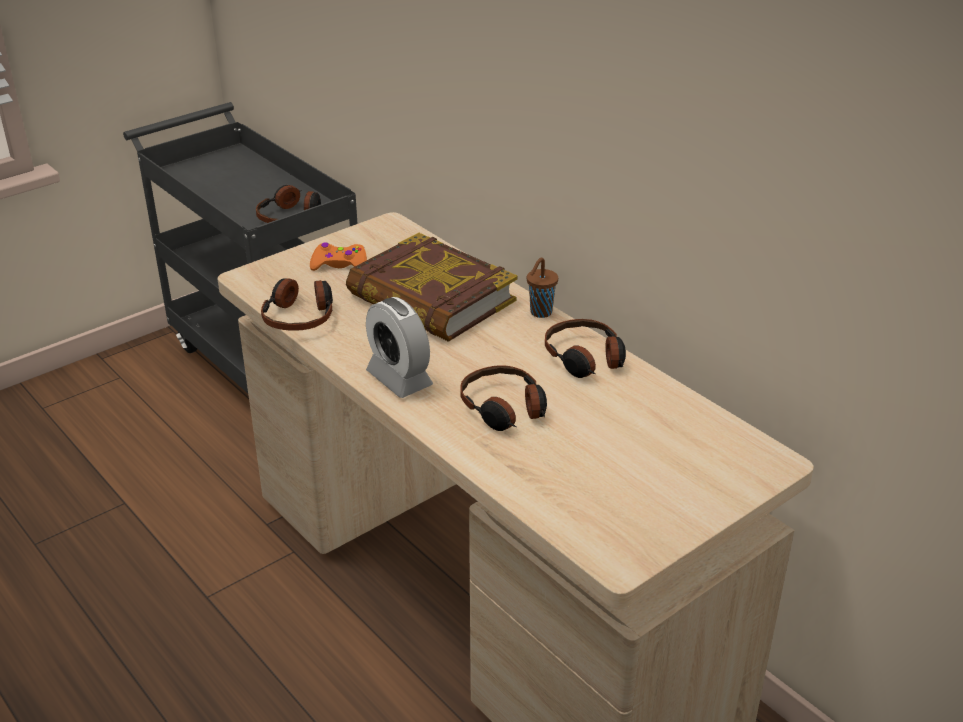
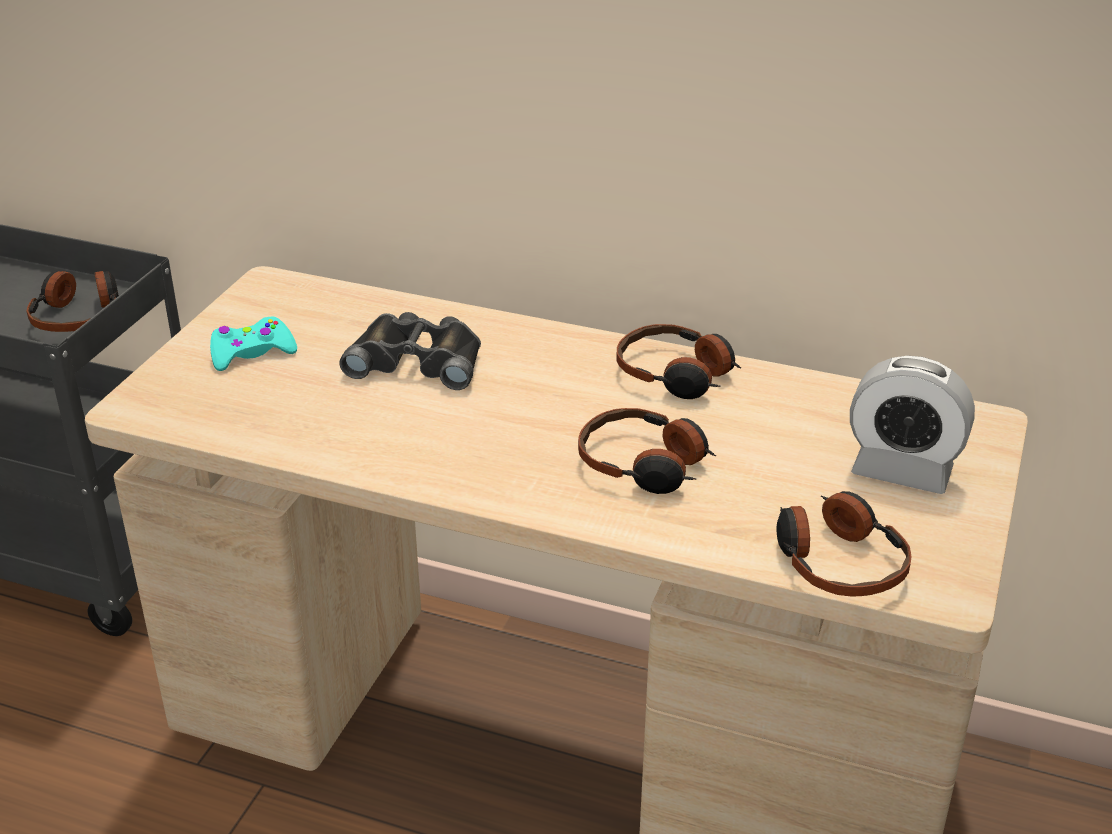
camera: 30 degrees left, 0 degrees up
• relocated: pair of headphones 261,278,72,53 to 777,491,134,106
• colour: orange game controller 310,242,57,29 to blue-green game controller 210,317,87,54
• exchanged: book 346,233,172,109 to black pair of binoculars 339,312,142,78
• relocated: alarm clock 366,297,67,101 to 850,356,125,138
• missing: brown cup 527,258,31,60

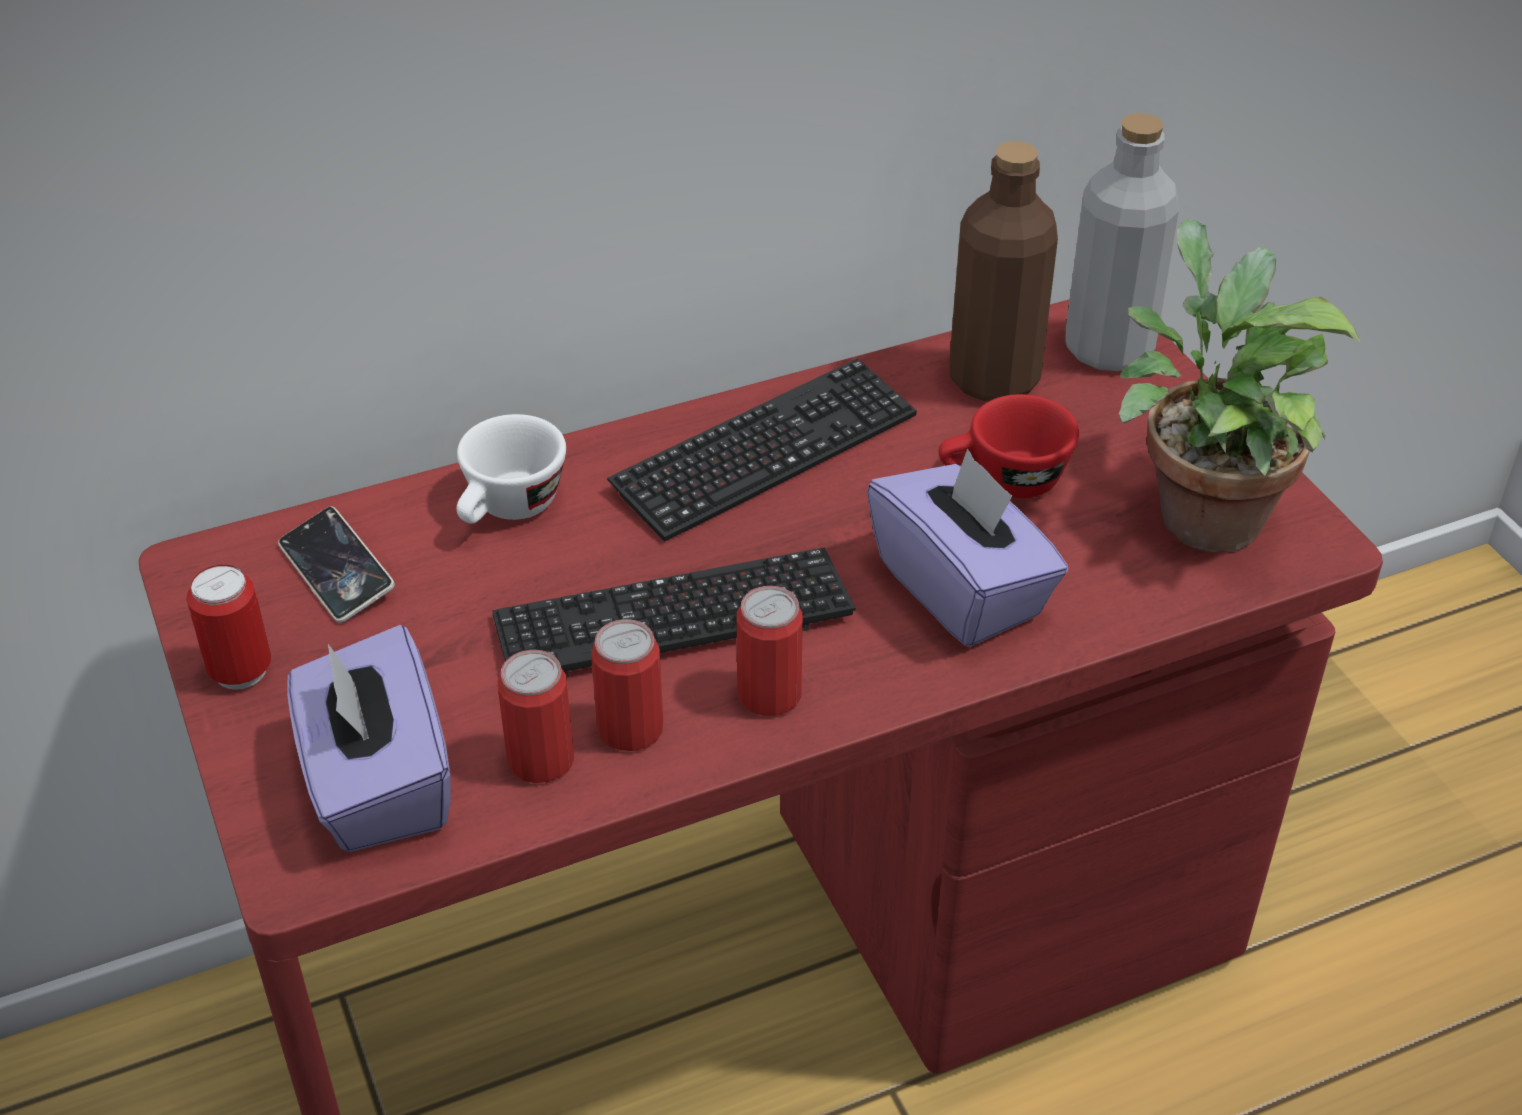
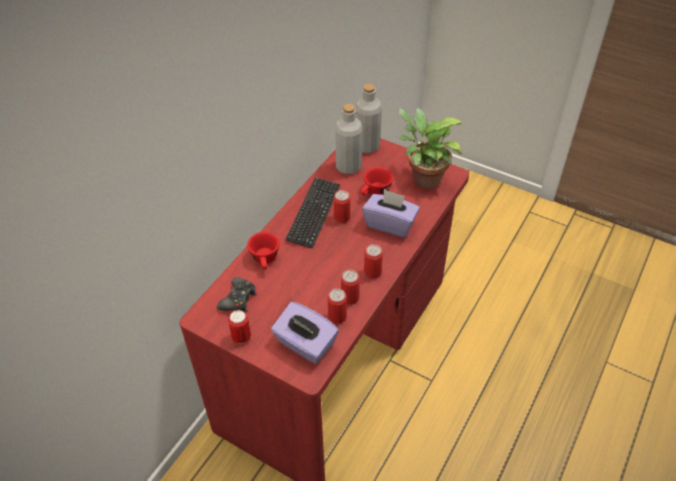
camera: 35 degrees left, 5 degrees up
• exchanged: telephone 278,506,117,117 to black game controller 217,277,40,35
• colour: white cup 457,414,109,110 to reddish cup 247,232,33,37
• missing: computer keyboard 492,548,364,130
• colour: brown beverage bottle 949,141,109,261 to greyish beverage bottle 335,104,28,70
• appeared: metal can 334,190,16,33

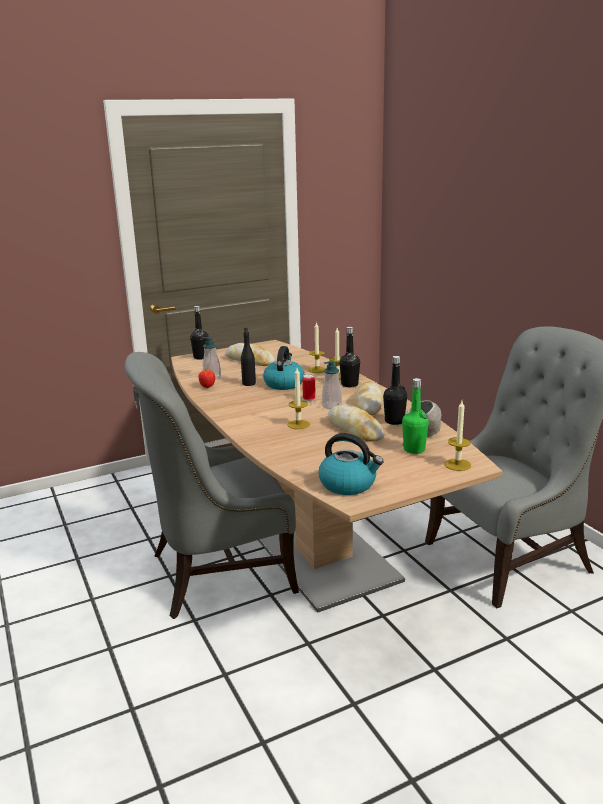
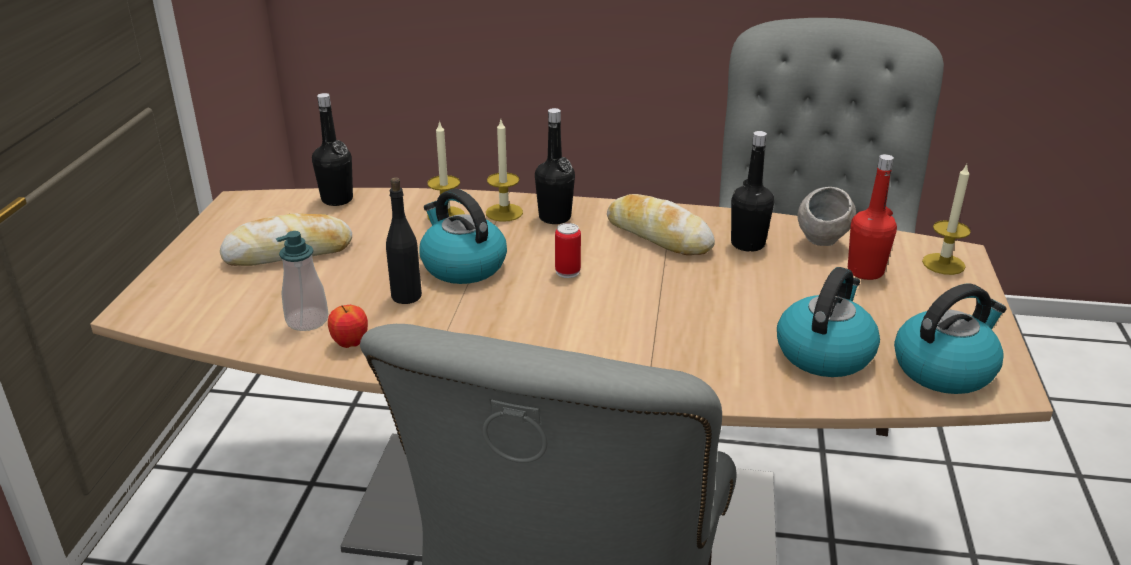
camera: 55 degrees left, 10 degrees up
• relocated: black beverage bottle 190,306,19,54 to 312,93,41,113
• missing: candle 287,368,23,61
• missing: soap bottle 322,361,20,48
• missing: bread 328,404,56,38
• colour: greenish beverage bottle 402,378,27,76 to reddish beverage bottle 848,154,49,126
• appeared: kettle 777,267,103,110

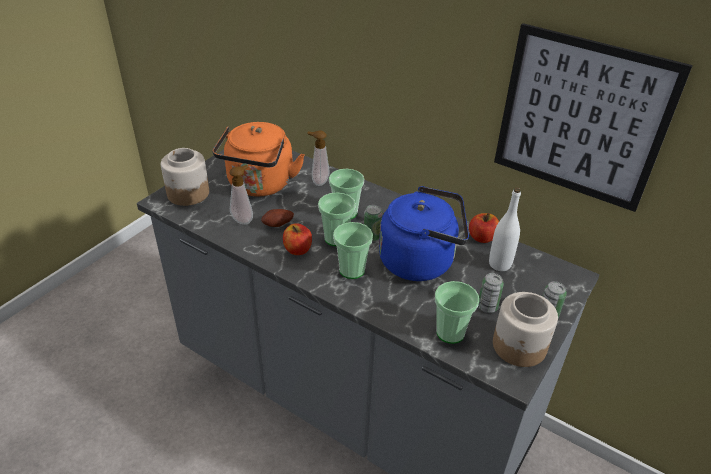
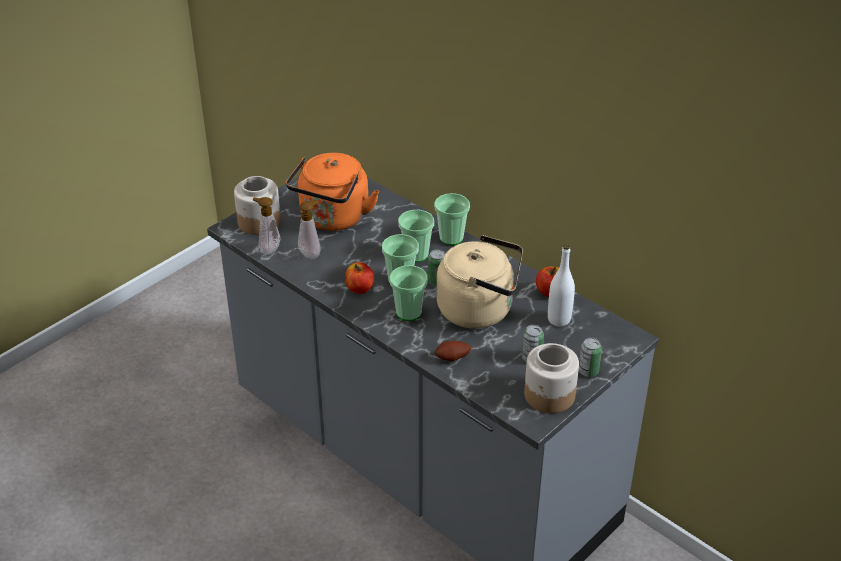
camera: 10 degrees right, 0 degrees up
• relocated: potato 261,209,33,18 to 435,341,36,20
• relocated: soap bottle 307,130,22,56 to 253,197,27,58
• colour: blue-coloured kettle 379,186,90,95 to beige-coloured kettle 436,235,87,94
• relocated: cup 435,281,44,63 to 434,193,36,52
• missing: wall picture 494,23,199,189

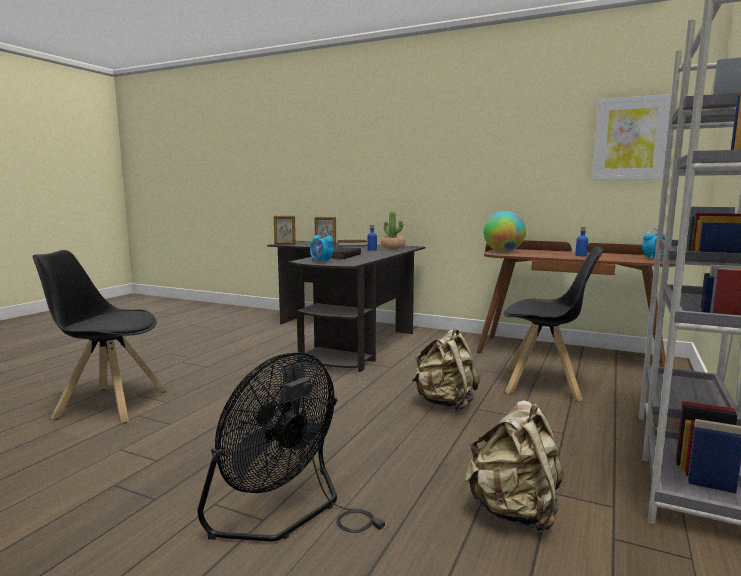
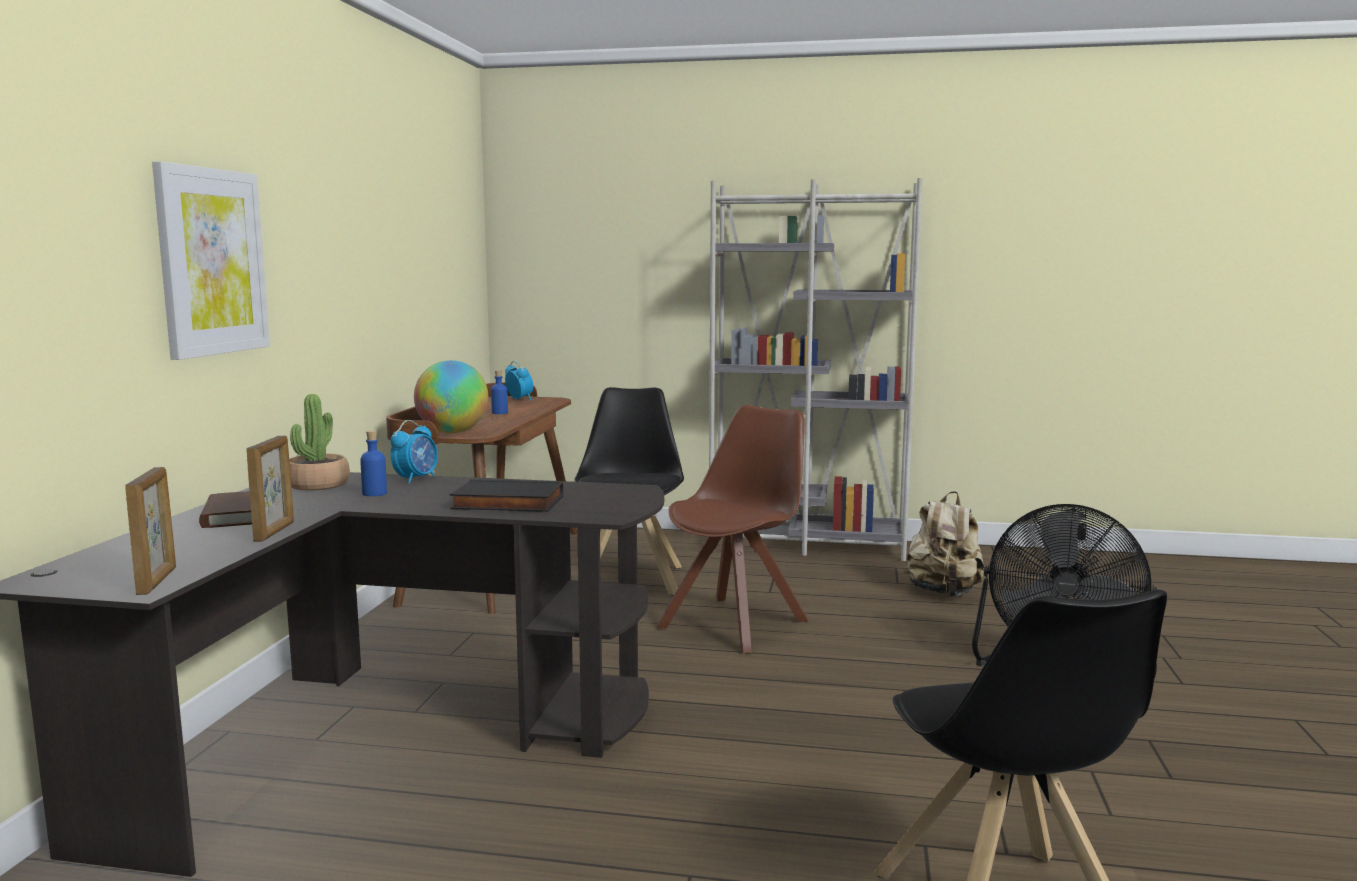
camera: 105 degrees left, 0 degrees up
• relocated: alarm clock 310,231,24,32 to 390,420,48,64
• exchanged: beige-coloured rucksack 412,328,68,83 to brown plain chair 656,405,152,249
• relocated: wall picture 592,94,79,86 to 152,161,118,199

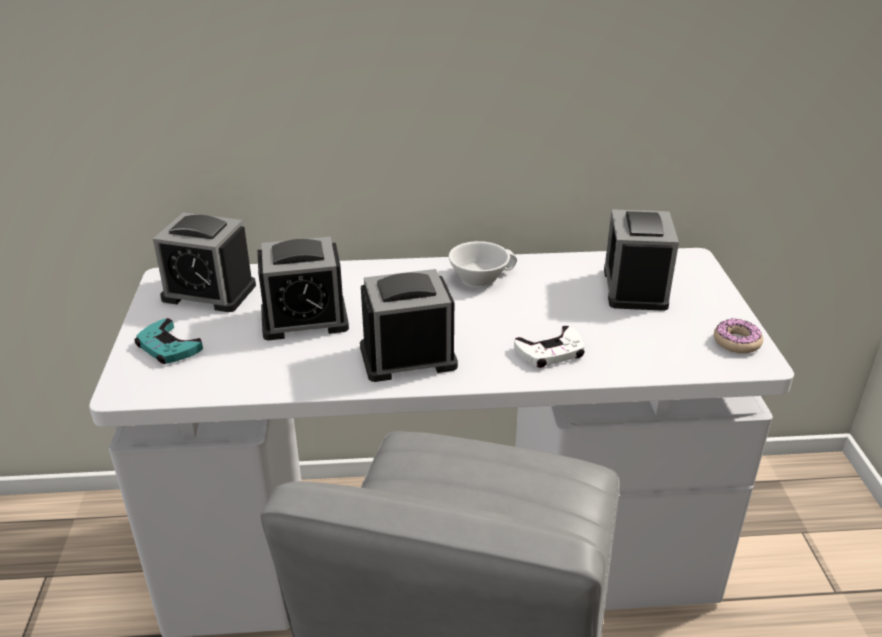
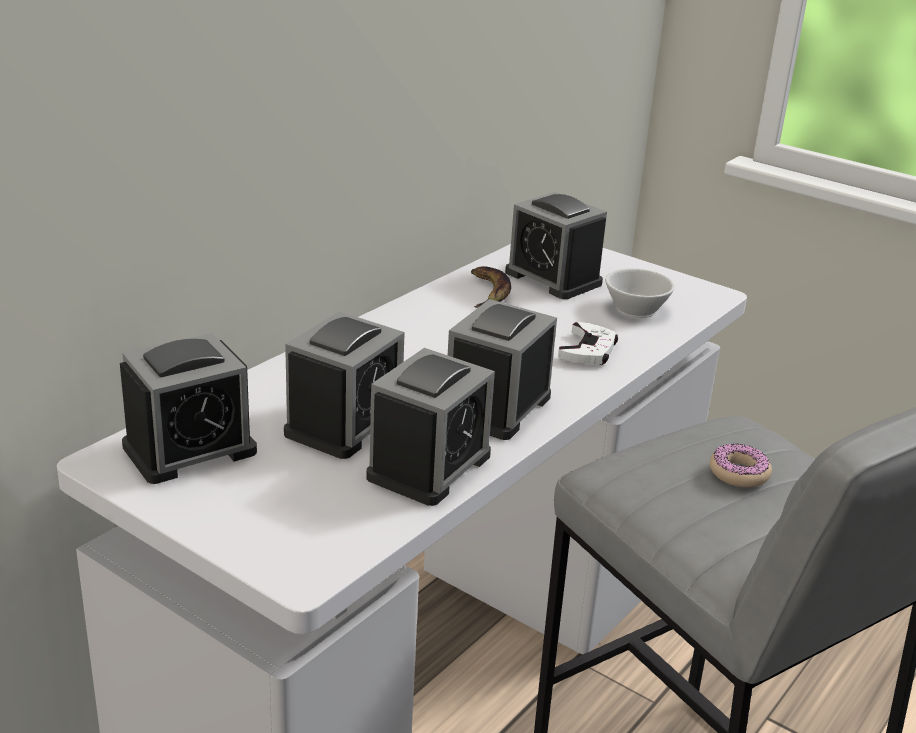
camera: 50 degrees left, 5 degrees down
• missing: blue-green game controller 135,318,68,46
• relocated: white cup 449,241,68,47 to 605,268,70,50
• relocated: ring doughnut 714,319,49,34 to 710,444,62,44
• appeared: alarm clock 366,348,129,158
• appeared: banana 471,266,40,42

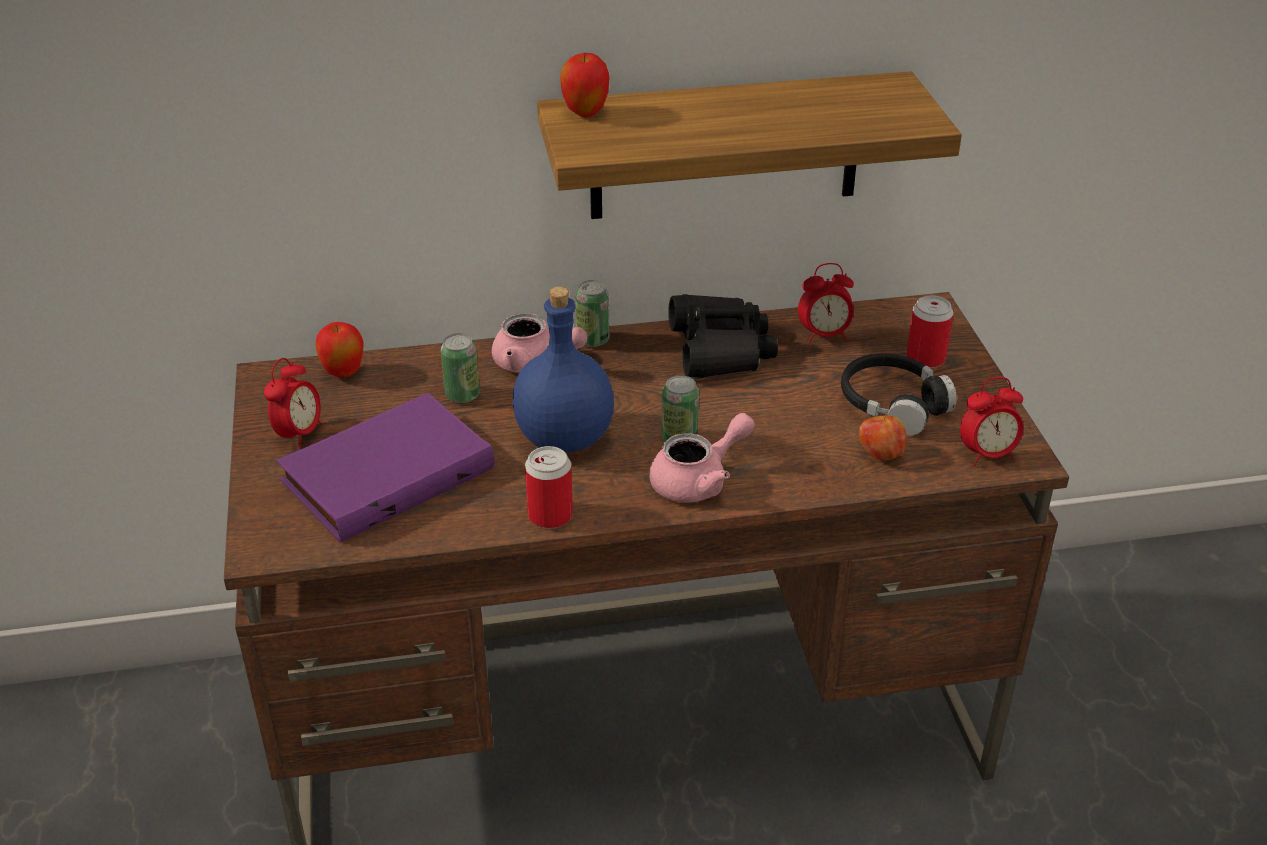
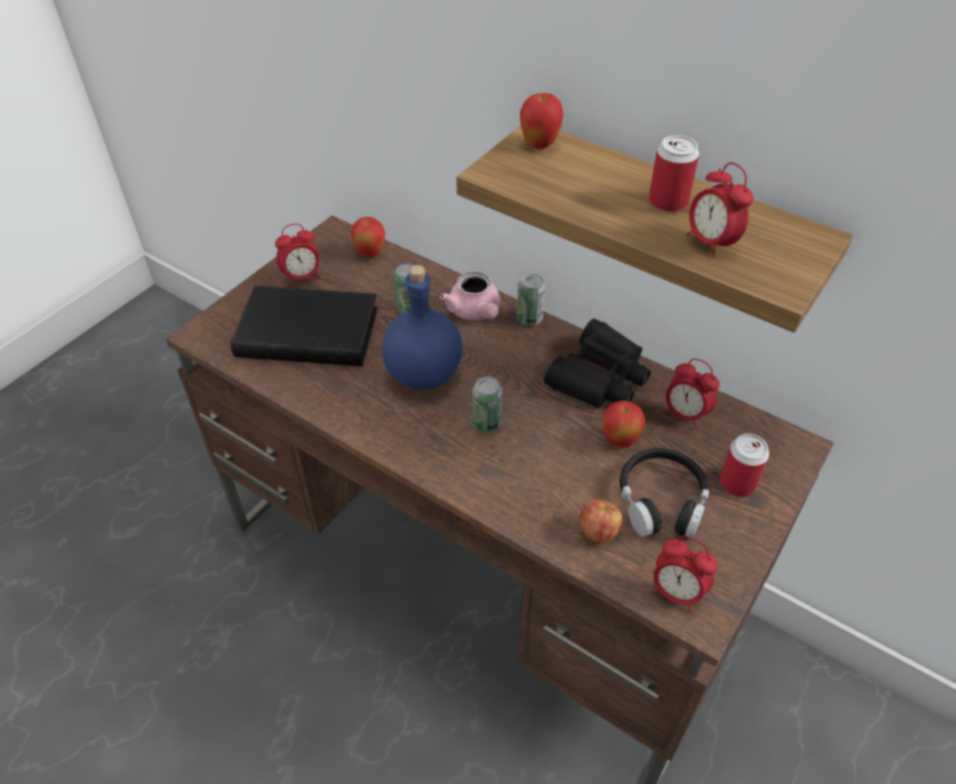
camera: 45 degrees right, 10 degrees up
• colour: purple book 277,393,217,150 to black book 230,285,148,81
• relocated: metal can 525,446,48,82 to 649,135,50,77
• missing: pink teapot 649,413,105,90
• appeared: apple 603,401,42,47
• appeared: alarm clock 687,162,67,96

